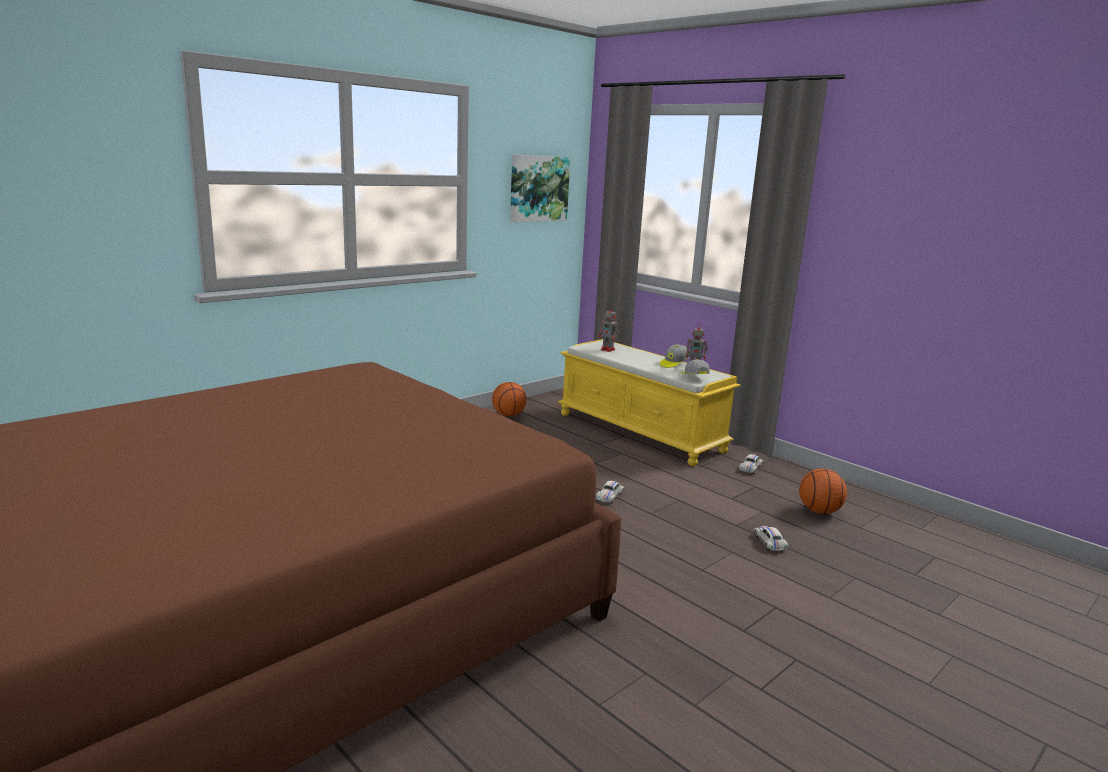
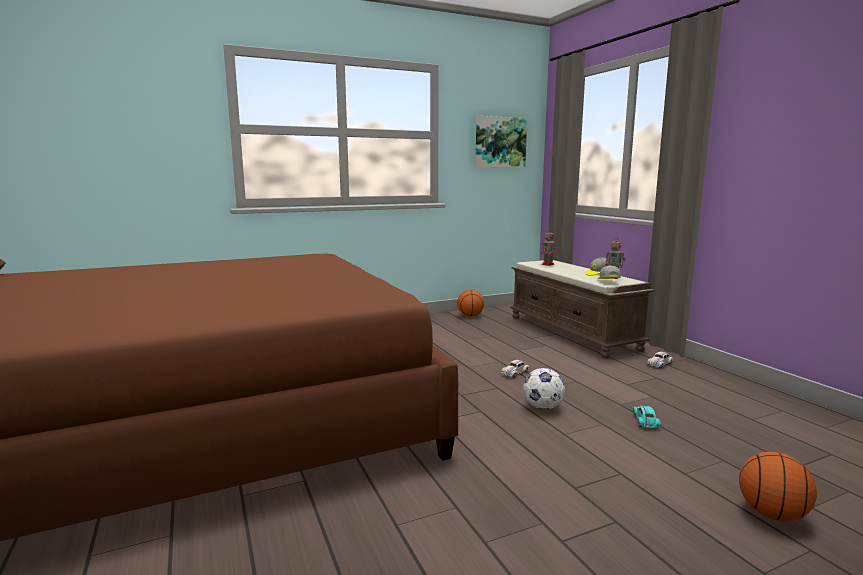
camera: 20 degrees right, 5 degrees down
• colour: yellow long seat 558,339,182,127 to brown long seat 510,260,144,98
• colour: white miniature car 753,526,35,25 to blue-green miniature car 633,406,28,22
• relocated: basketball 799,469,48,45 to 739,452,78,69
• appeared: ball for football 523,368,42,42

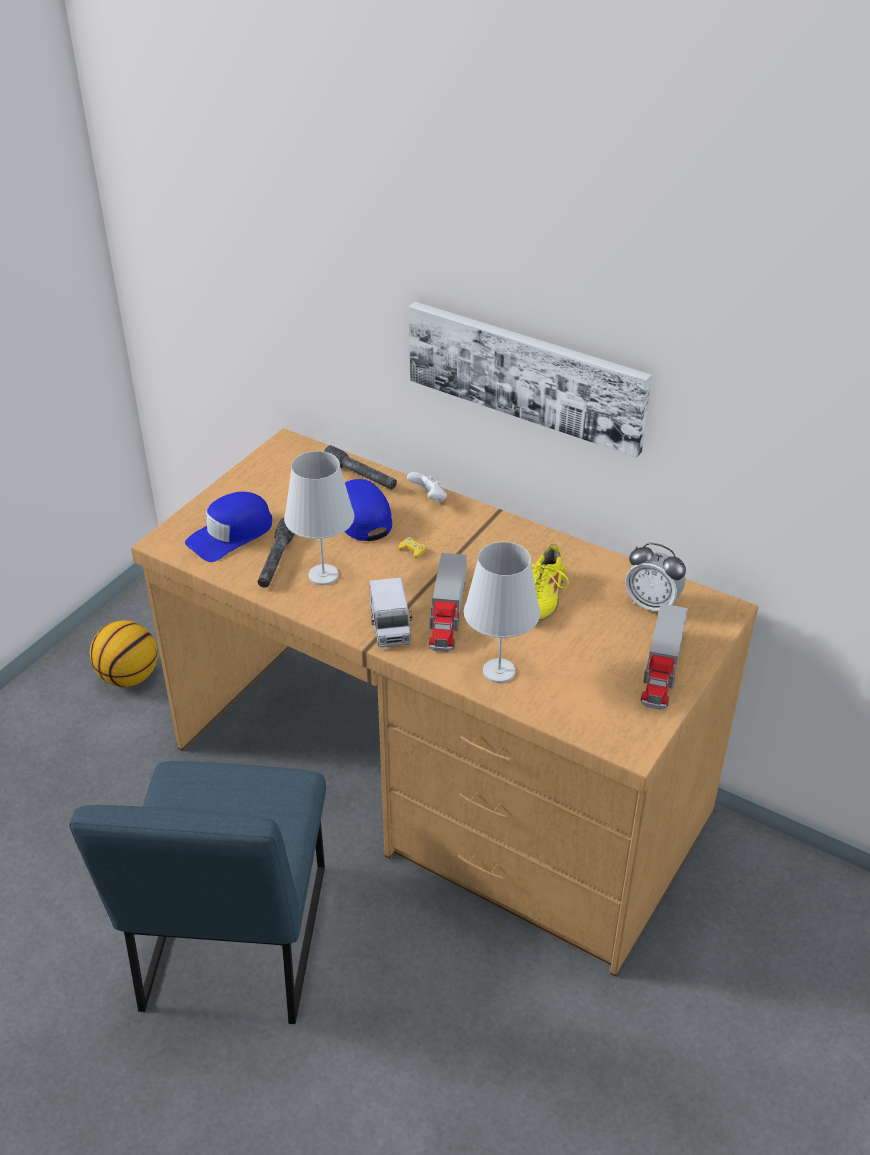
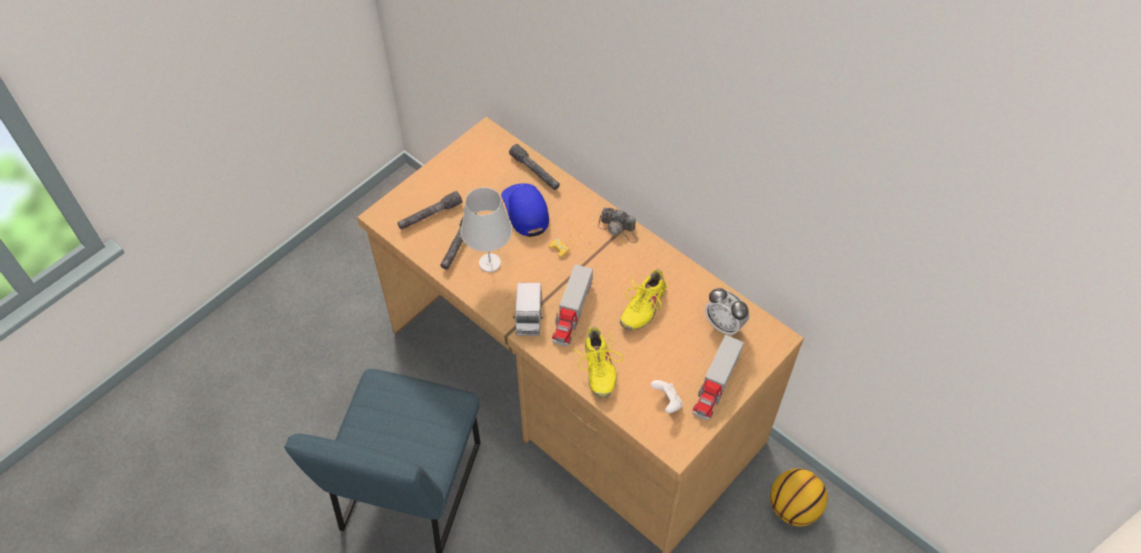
camera: 10 degrees right, 15 degrees up
• relocated: basketball 90,620,68,68 to 770,468,58,59
• exchanged: blue-coloured cap 185,492,87,70 to greyish torch 398,191,64,39
• relocated: white game controller 407,472,40,31 to 651,380,32,33
• missing: wall picture 409,302,243,156
• exchanged: white tabletop lamp 464,542,76,141 to yellow item of footwear 572,326,51,72
• appeared: photo camera 598,208,40,35

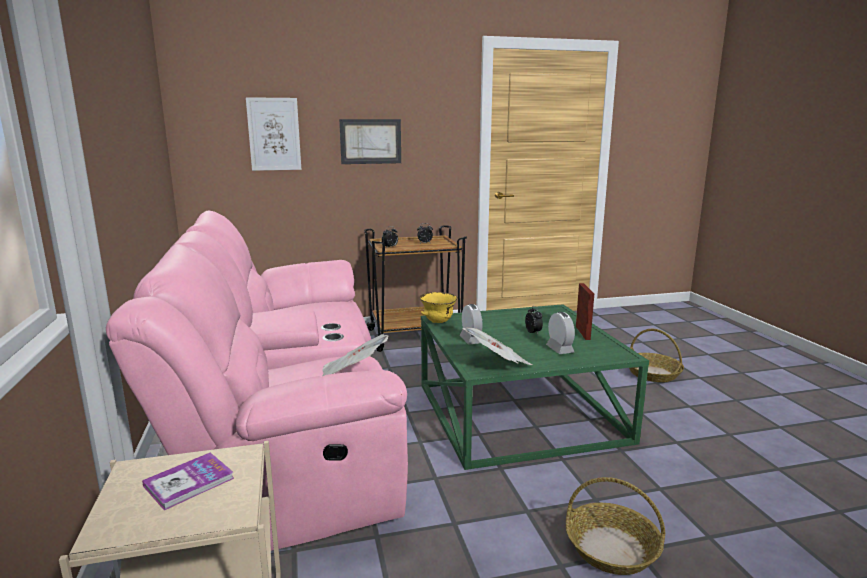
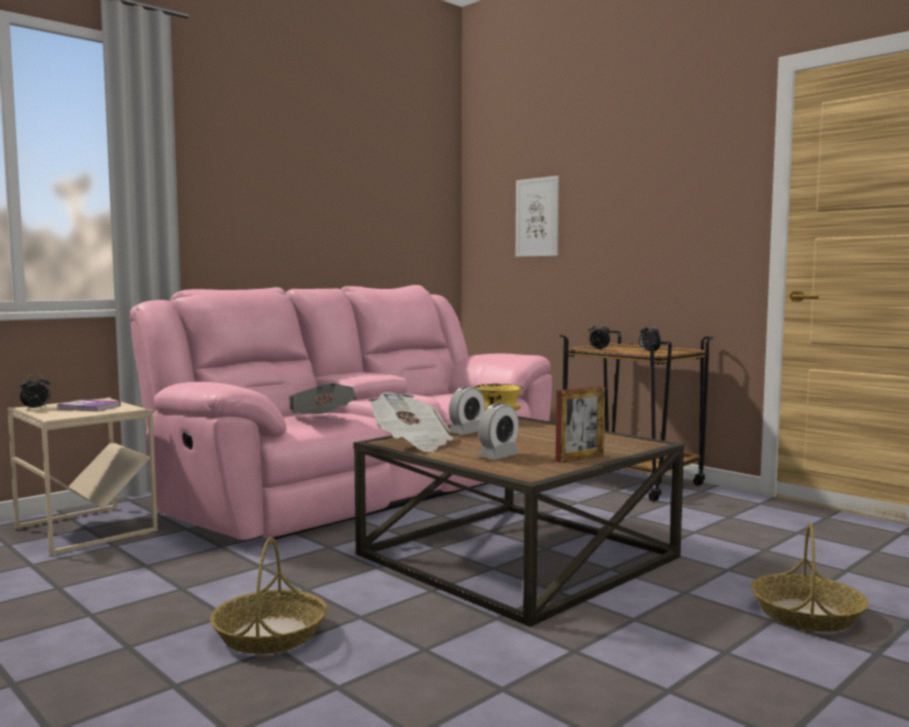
camera: 60 degrees right, 10 degrees down
• missing: wall picture 339,119,62,45
• colour: greenish low table 421,304,228,166 to brown low table 353,416,331,211
• relocated: alarm clock 525,306,18,29 to 20,374,30,35

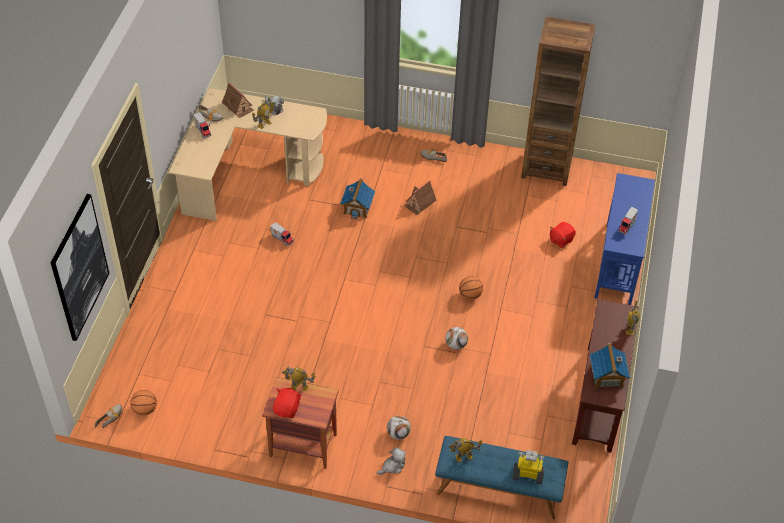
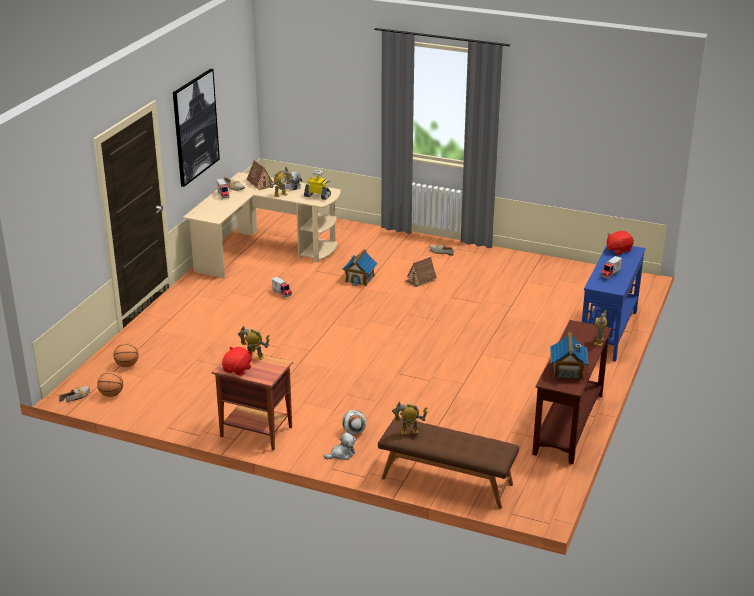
camera: 10 degrees right, 20 degrees down
• relocated: wall picture 51,194,59,147 to 173,69,47,118
• colour: blue-coloured long seat 435,436,133,83 to brown long seat 378,418,141,91
• missing: ball for football 445,327,23,23
• relocated: basketball 459,276,24,24 to 113,343,26,24
• relocated: toy robot 512,450,33,34 to 304,170,27,30
• missing: brown bookshelf 521,17,74,169
• relocated: reddish soft toy 550,222,26,26 to 607,231,27,24

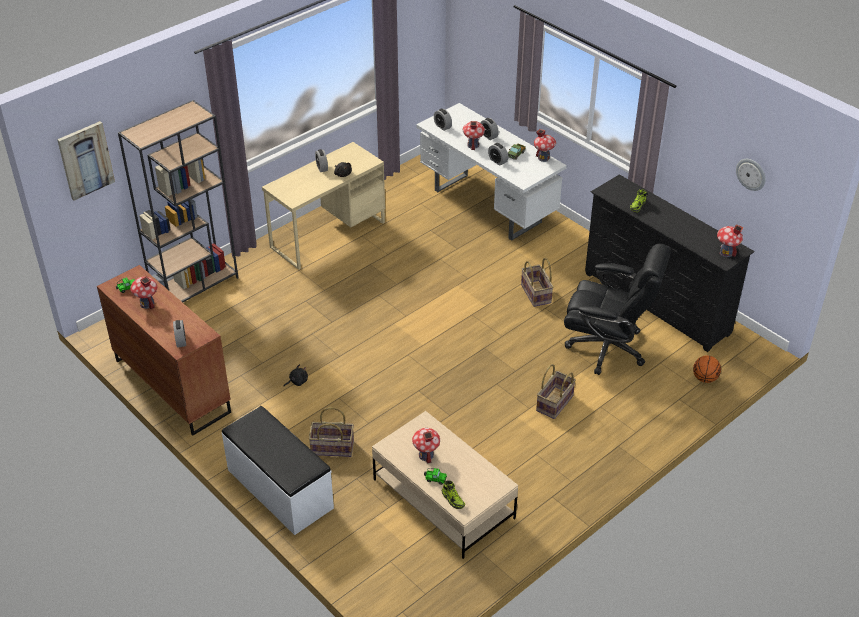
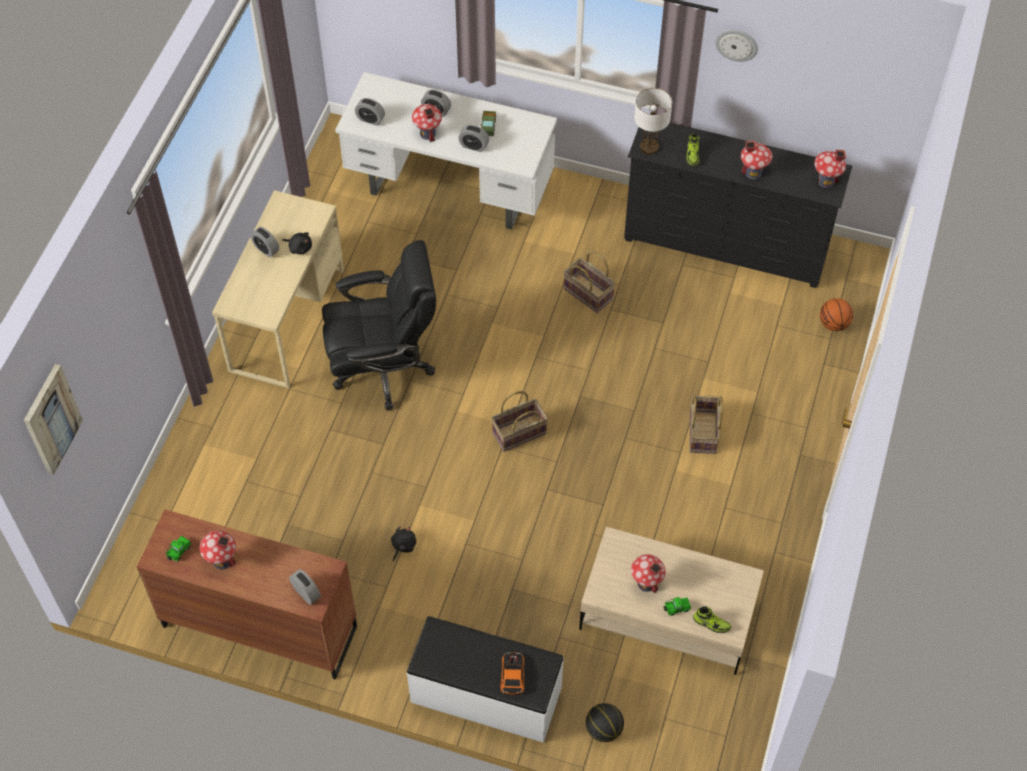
camera: 30 degrees left, 15 degrees up
• missing: bookshelf 118,100,120,203
• relocated: household basket 308,407,46,50 to 491,391,57,61
• relocated: miniature house 534,129,22,33 to 741,141,31,38
• relocated: black desk chair 564,244,107,131 to 322,240,114,170
• relocated: hanging clock 736,159,30,32 to 715,29,43,33
• appeared: miniature car 501,652,25,43
• appeared: basketball 586,703,38,39
• appeared: tabletop lamp 634,88,38,67

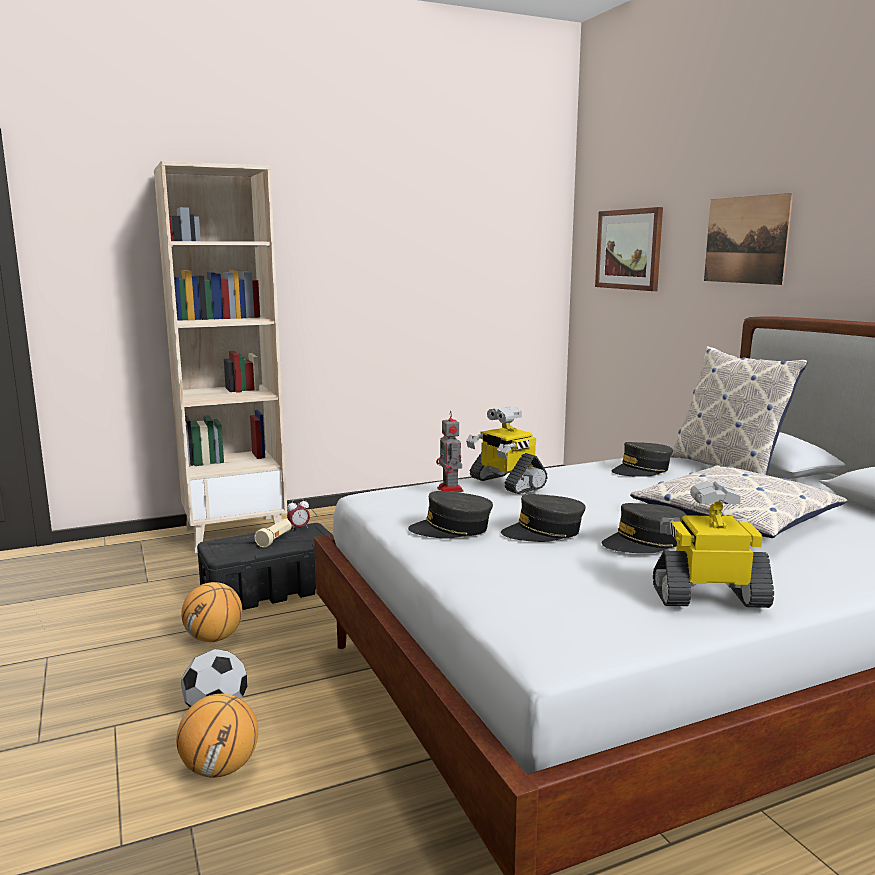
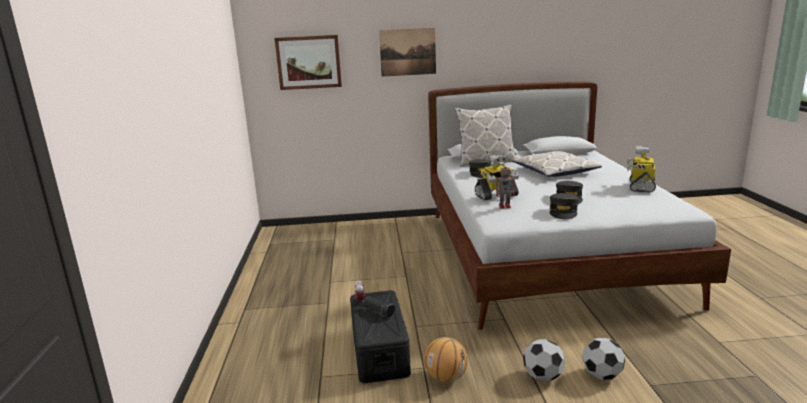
camera: 70 degrees left, 5 degrees up
• missing: beige-coloured bookshelf 154,161,134,392
• exchanged: basketball 176,694,82,84 to ball for football 582,338,43,42
• colour: beige-coloured torch 255,519,37,29 to black torch 363,296,32,22
• missing: greyish cap 602,503,84,50

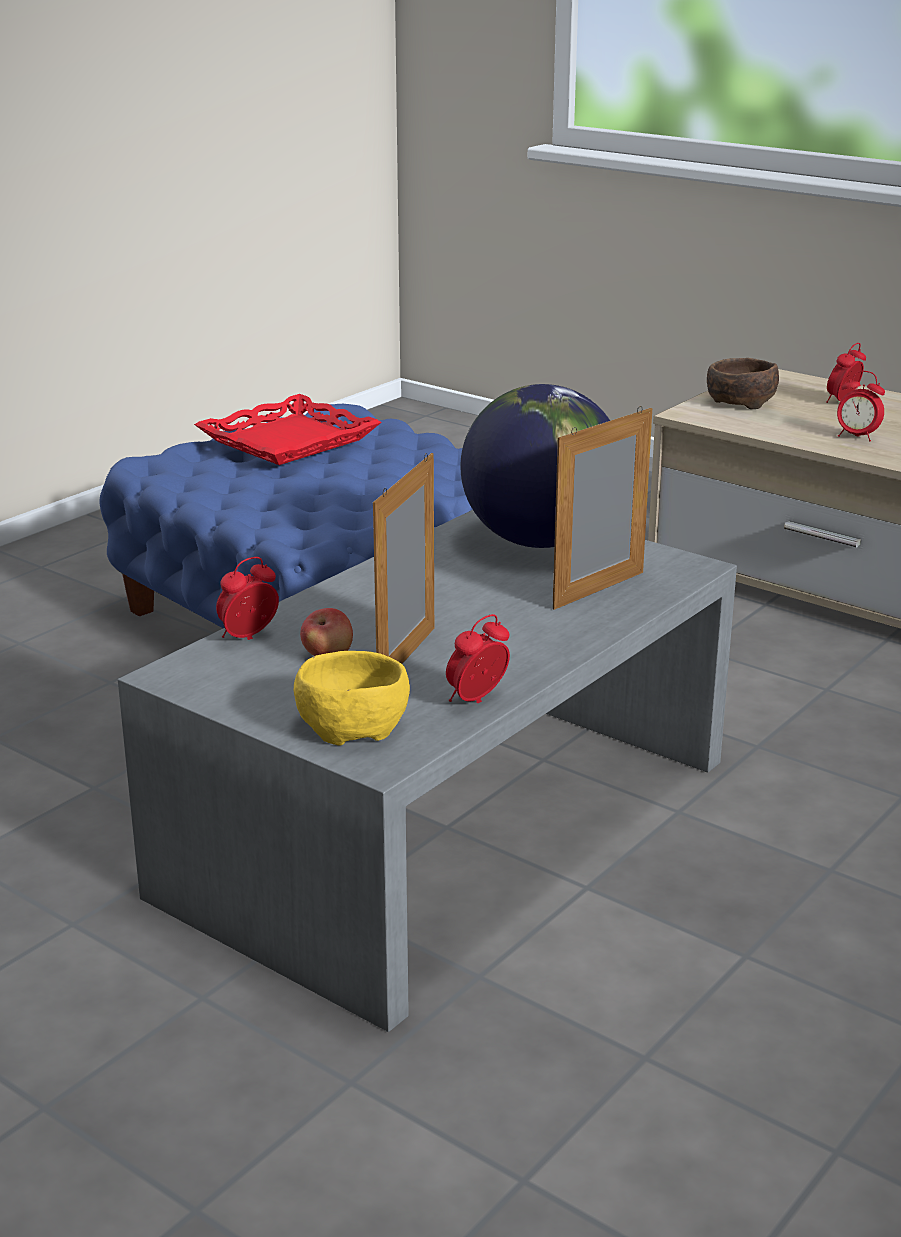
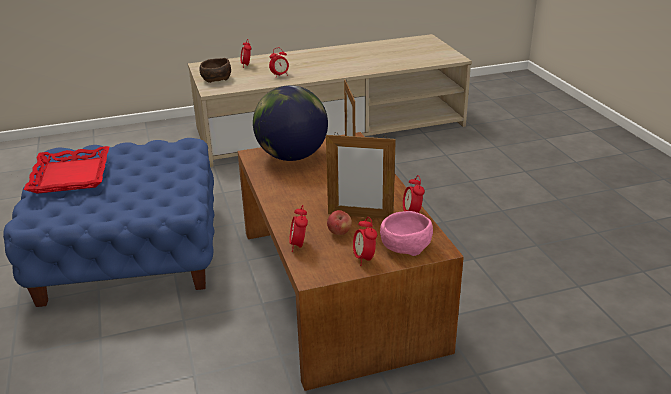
camera: 55 degrees left, 5 degrees up
• colour: greyish low table 118,510,619,522 to brown low table 238,132,226,259
• colour: yellow deep dish 294,651,116,95 to pink deep dish 380,211,53,45
• spun: photo frame 373,453,61,211 = 326,132,70,87 45 degrees counterclockwise
• appeared: alarm clock 353,217,24,49

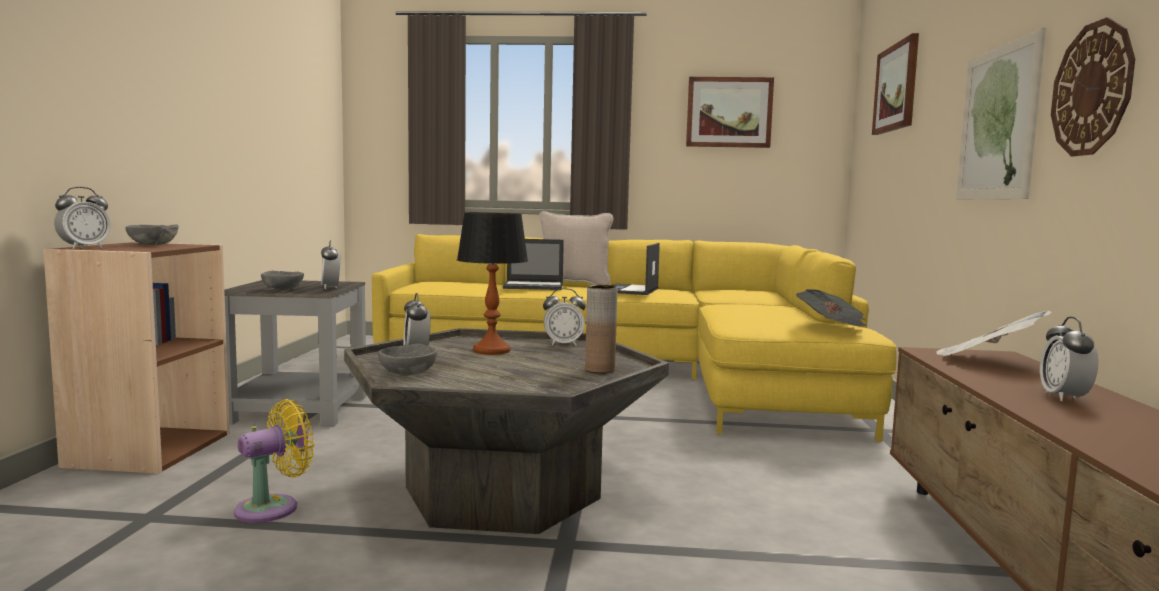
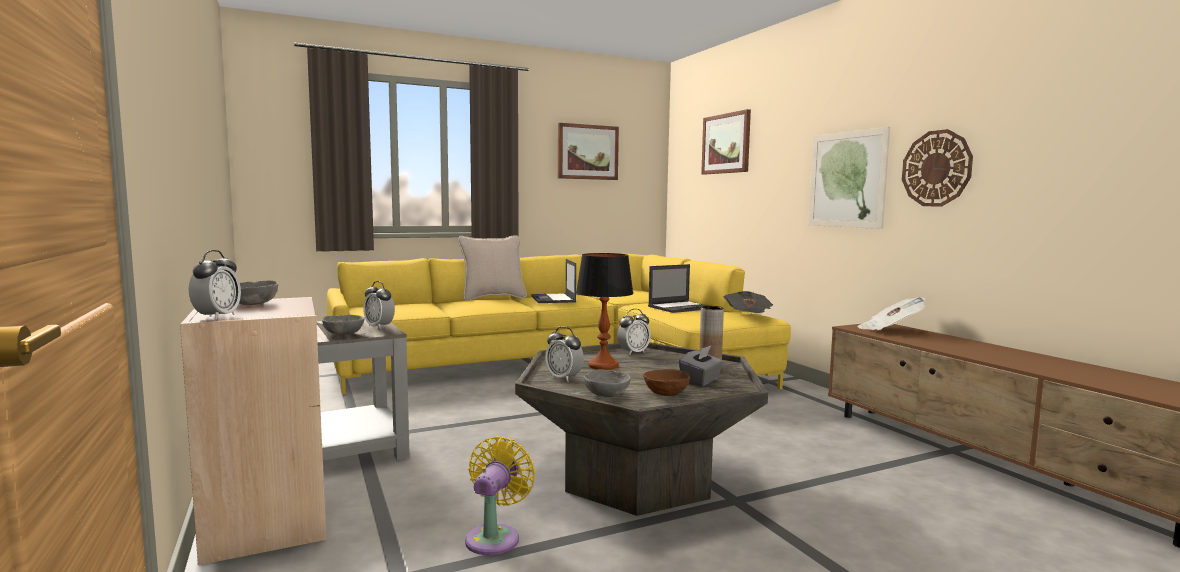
camera: 30 degrees left, 0 degrees up
• relocated: notebook computer 503,239,61,51 to 648,264,60,49
• missing: alarm clock 1040,317,58,84
• appeared: brown deep dish 643,369,47,27
• appeared: greyish box of tissues 679,345,45,41

